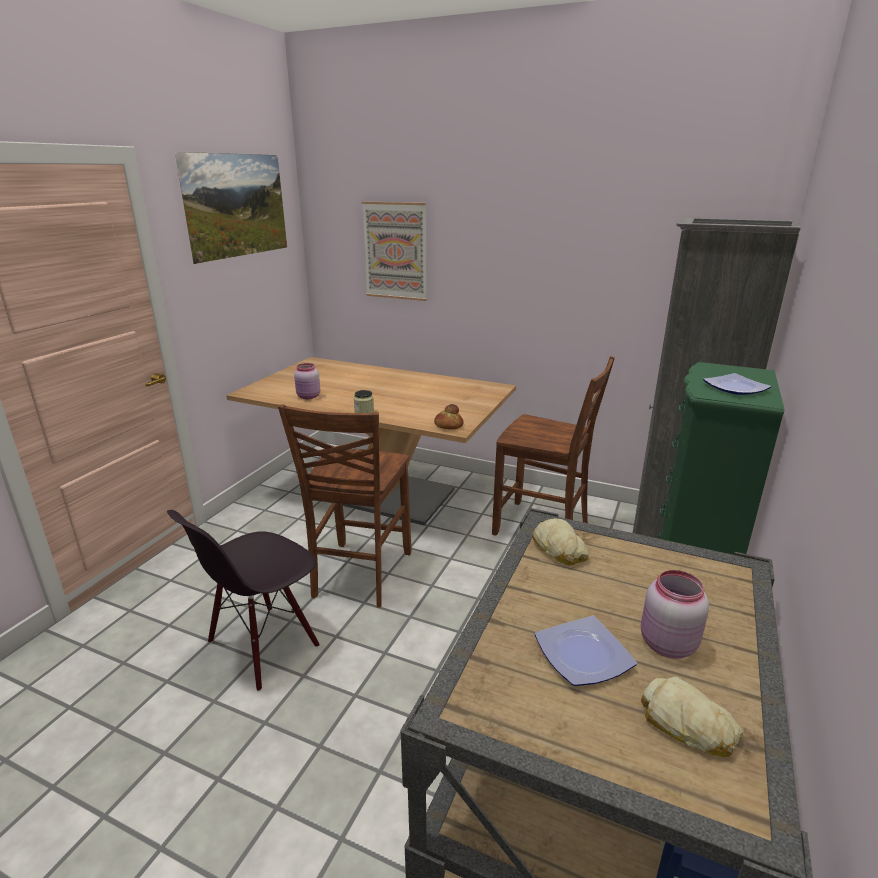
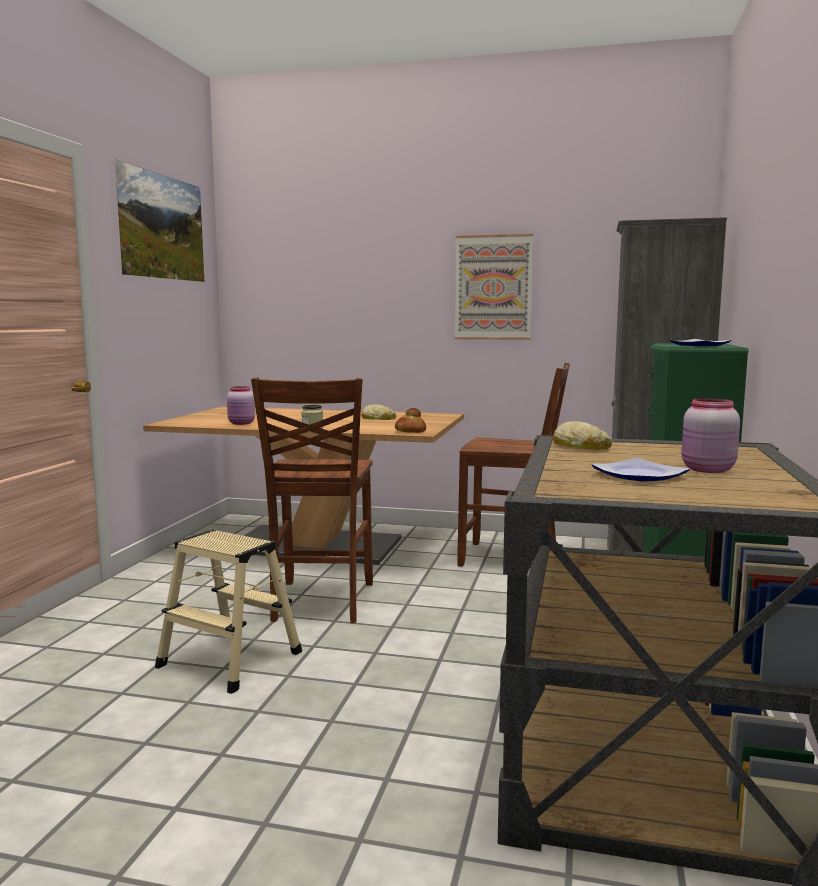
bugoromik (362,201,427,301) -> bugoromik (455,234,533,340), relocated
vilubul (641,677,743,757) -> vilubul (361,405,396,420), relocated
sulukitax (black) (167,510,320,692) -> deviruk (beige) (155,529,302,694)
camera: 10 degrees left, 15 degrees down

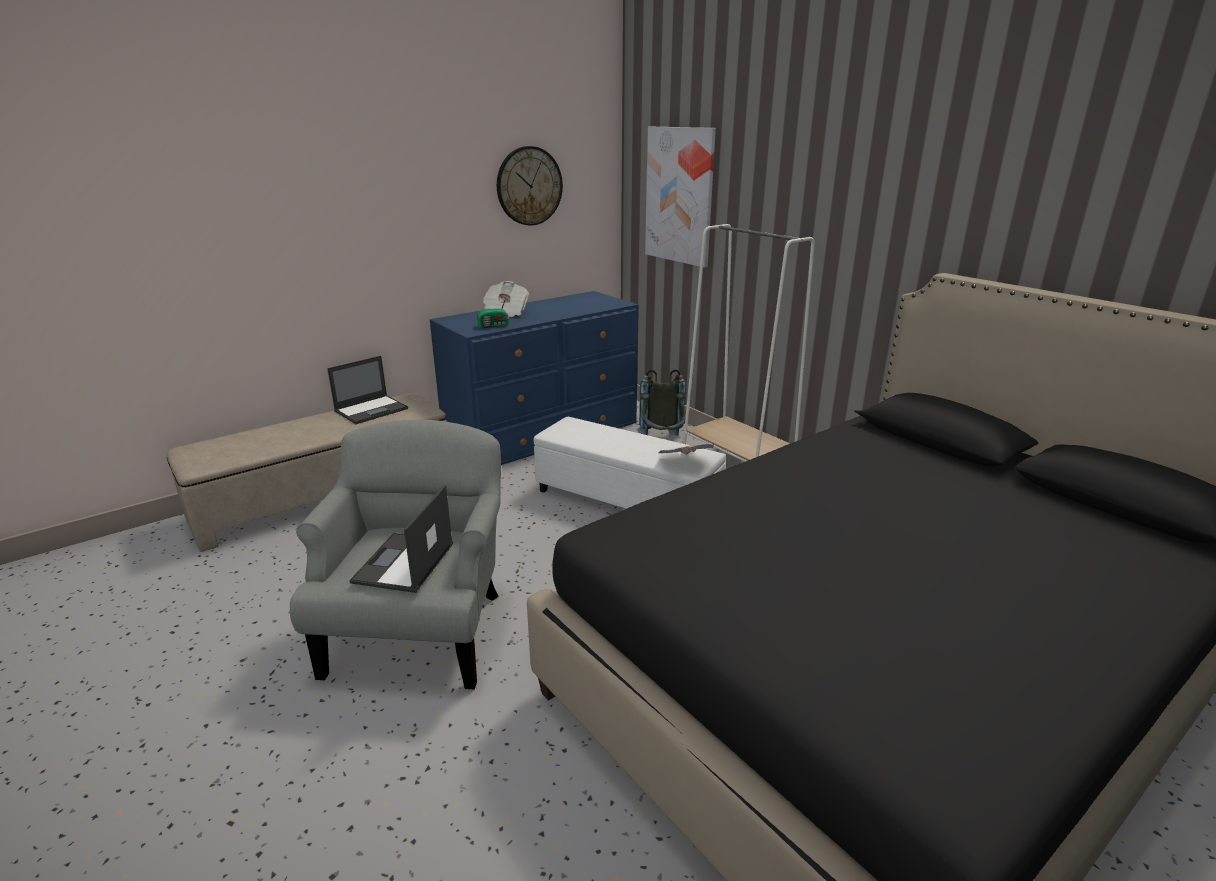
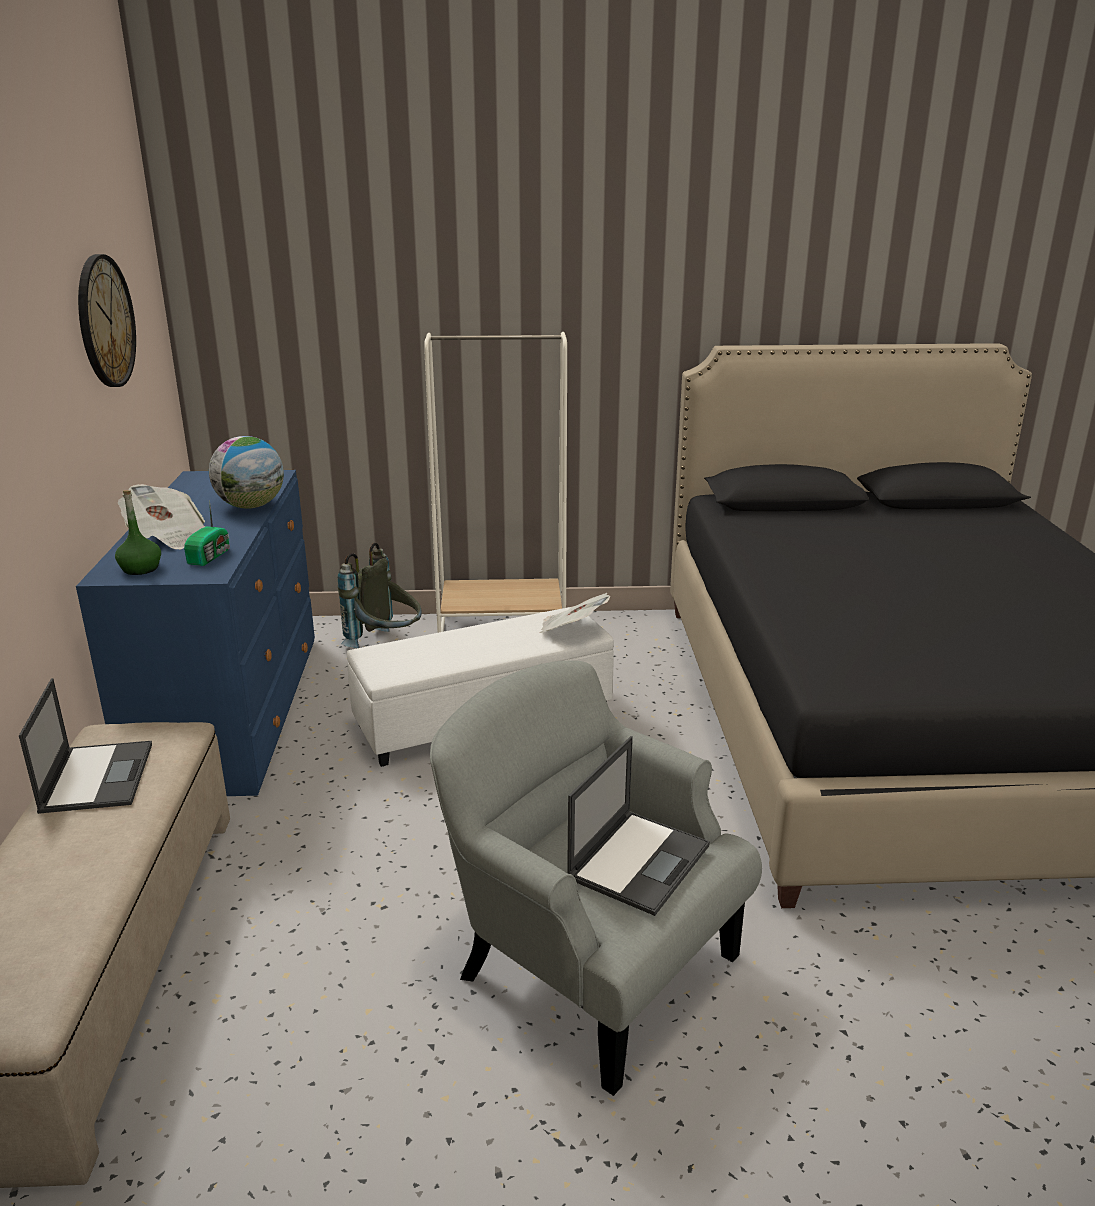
bugoromik (645,127,716,268) -> none
none -> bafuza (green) (115,490,161,575)
none -> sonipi (209,436,284,509)
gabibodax (349,485,453,593) -> gabibodax (567,736,710,916), 105 degrees counterclockwise
camera: 55 degrees left, 0 degrees up

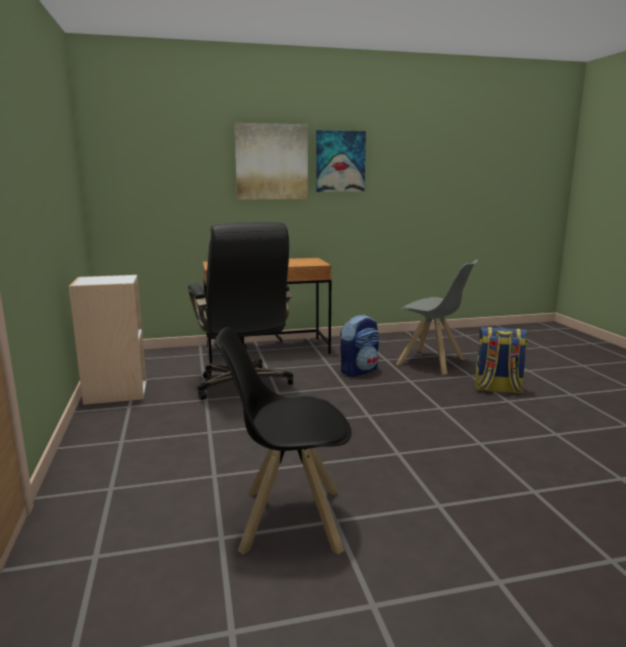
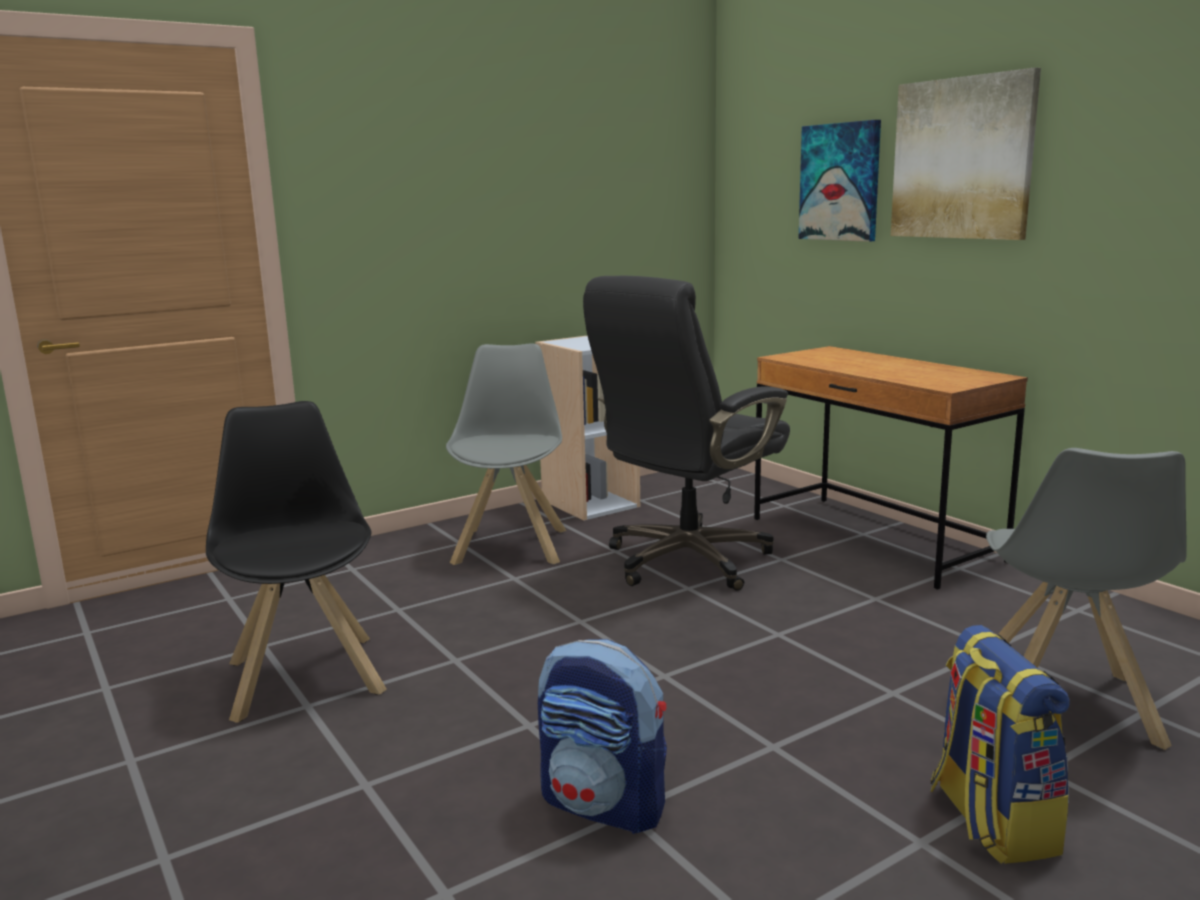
none -> sulukitax (grey) (446,343,566,565)
bugoromik (316,130,366,192) -> bugoromik (799,120,881,242), relocated
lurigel (340,315,380,377) -> lurigel (538,639,667,834), relocated
camera: 70 degrees right, 0 degrees up

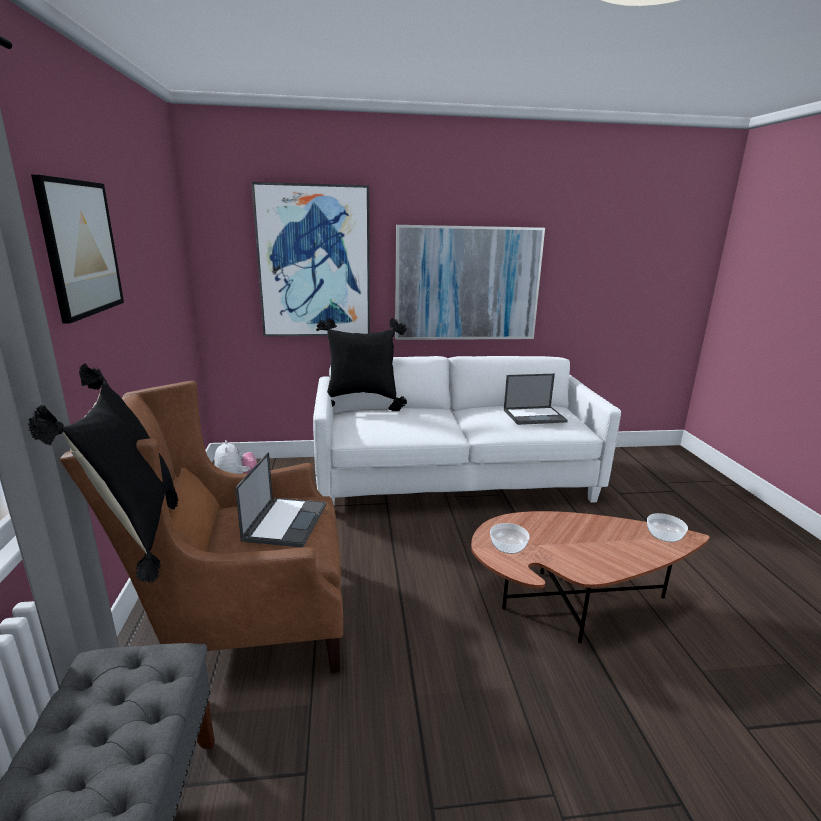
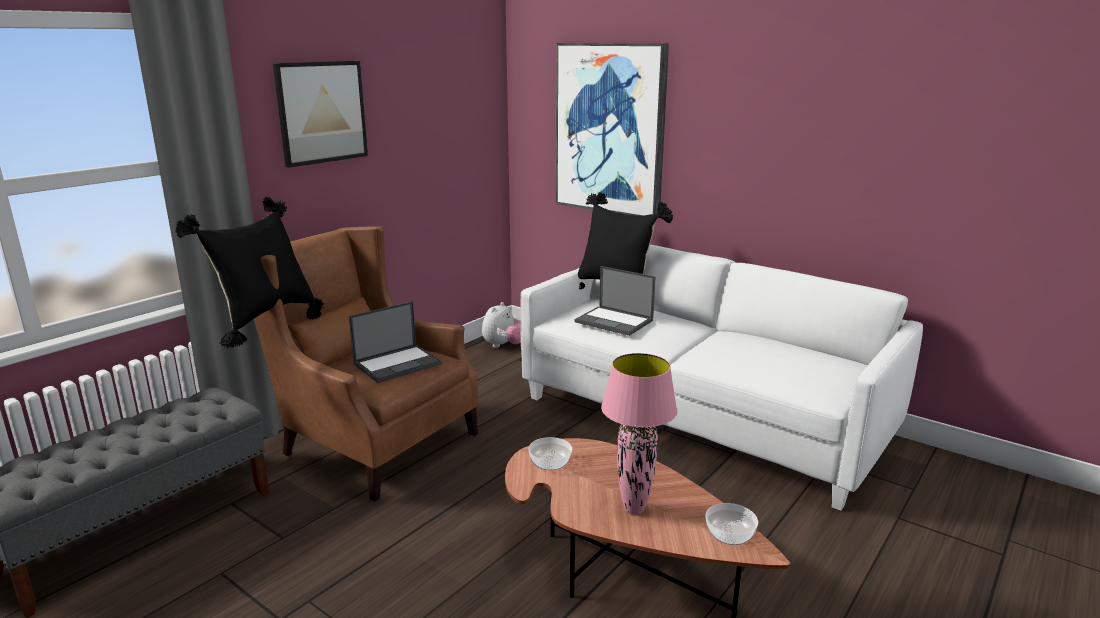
bugoromik (395,225,545,340) -> none
none -> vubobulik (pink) (601,353,678,515)
gabibodax (504,374,568,425) -> gabibodax (575,266,656,336), relocated
camera: 45 degrees right, 0 degrees up

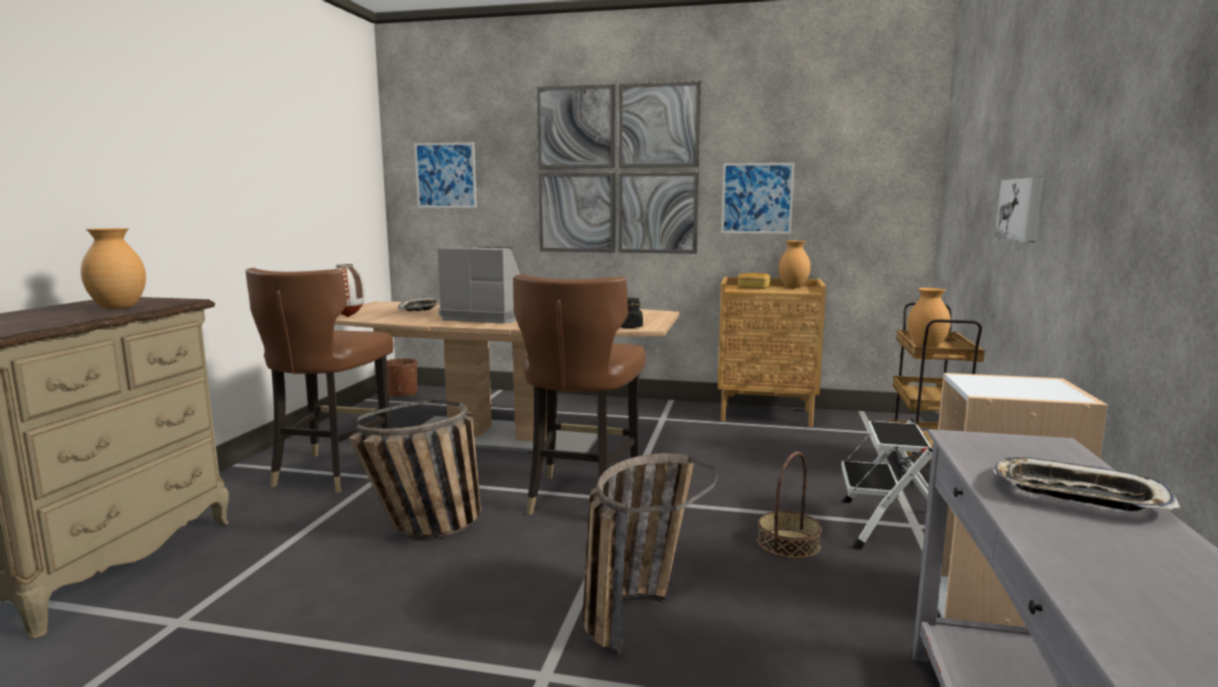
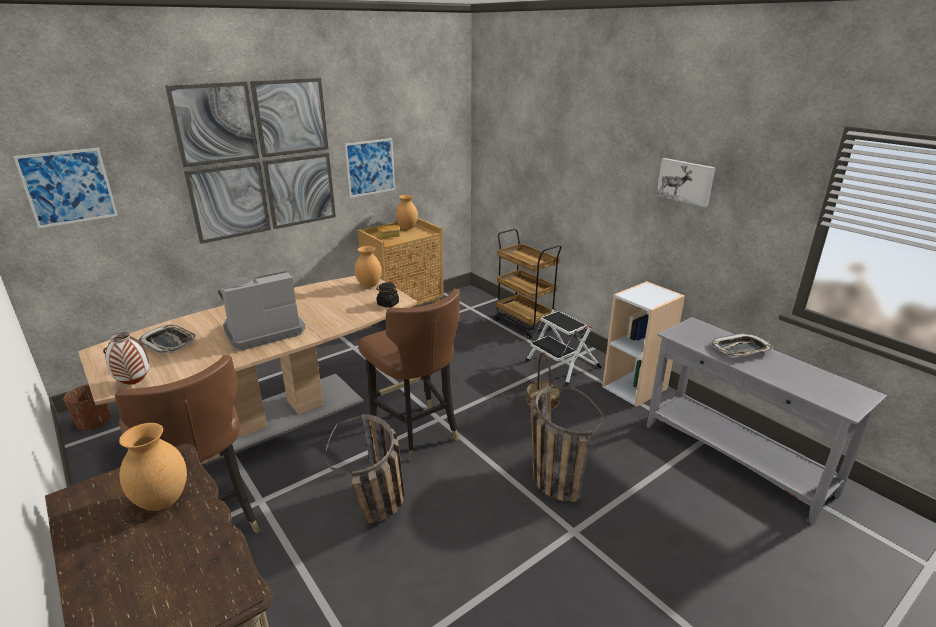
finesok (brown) (907,288,951,348) -> finesok (brown) (355,246,382,288), relocated
bugoromik (995,177,1043,243) -> bugoromik (656,158,716,207), relocated
camera: 50 degrees left, 15 degrees up

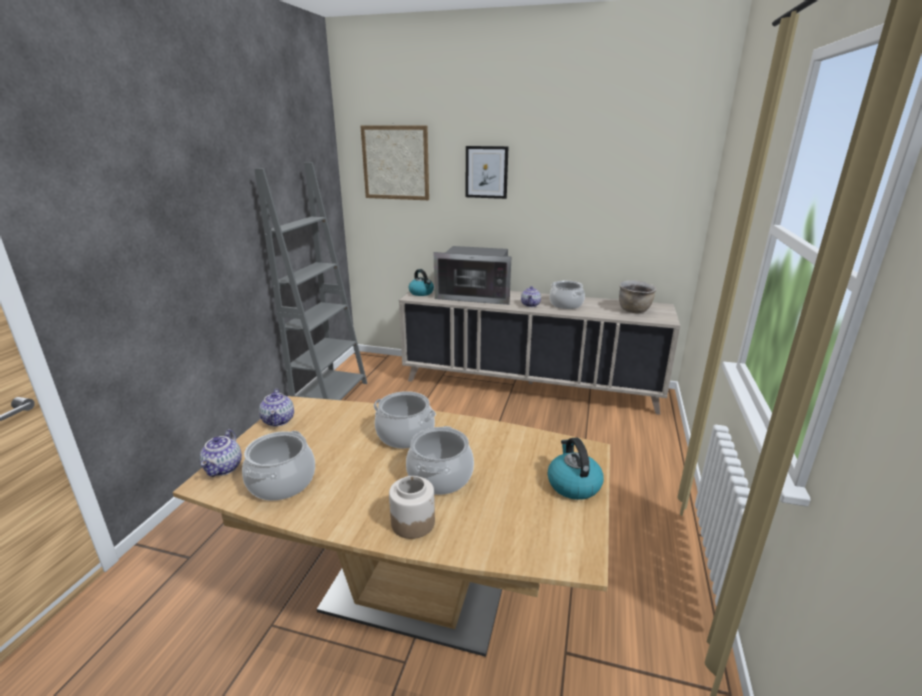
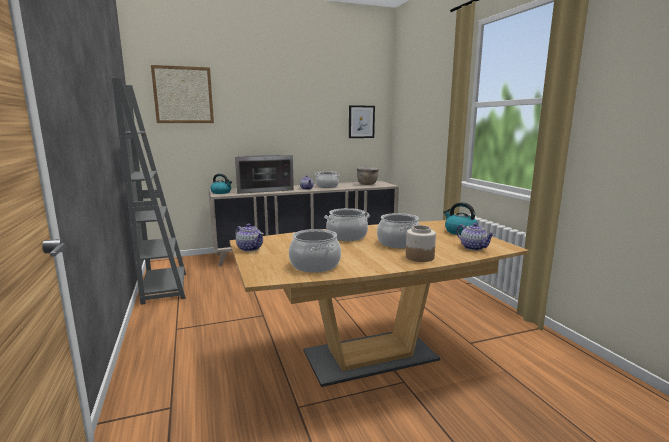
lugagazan (200,429,242,477) -> lugagazan (457,223,495,251), relocated
bugoromik (466,146,509,199) -> bugoromik (349,105,375,138), relocated
camera: 35 degrees left, 10 degrees down

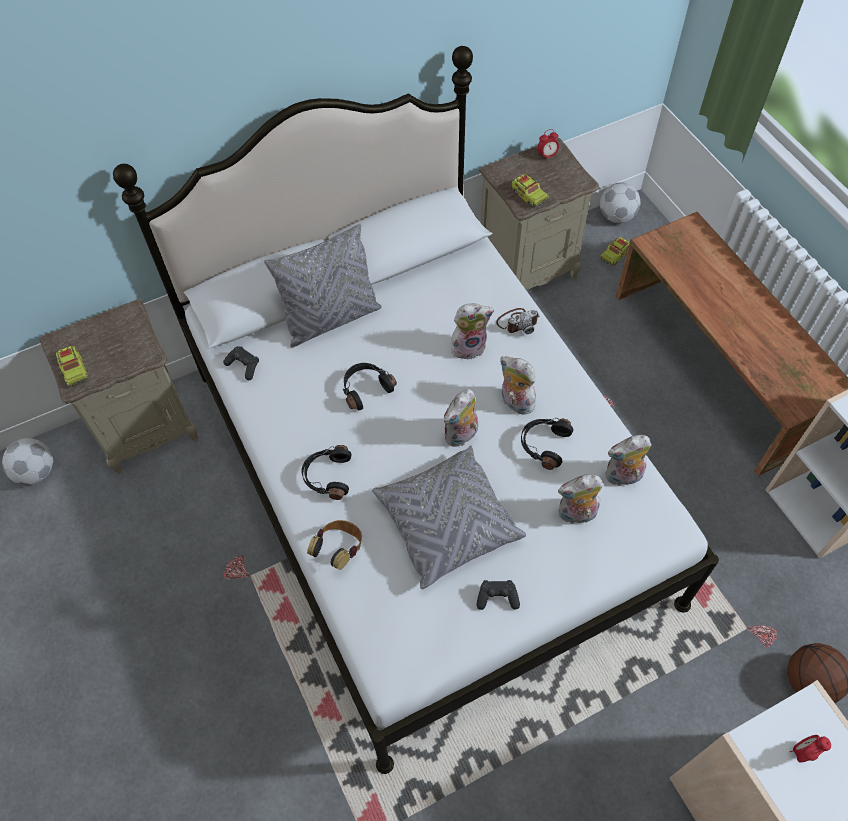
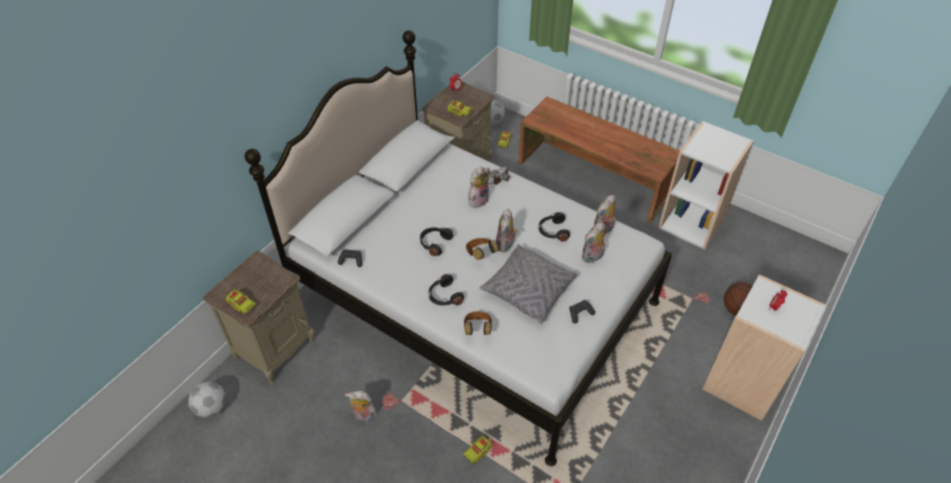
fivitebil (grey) (264,224,382,347) -> none
none -> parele (462,436,493,465)
none -> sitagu (466,238,498,260)
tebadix (500,356,539,415) -> tebadix (345,390,377,422), relocated
camera: 30 degrees left, 10 degrees down

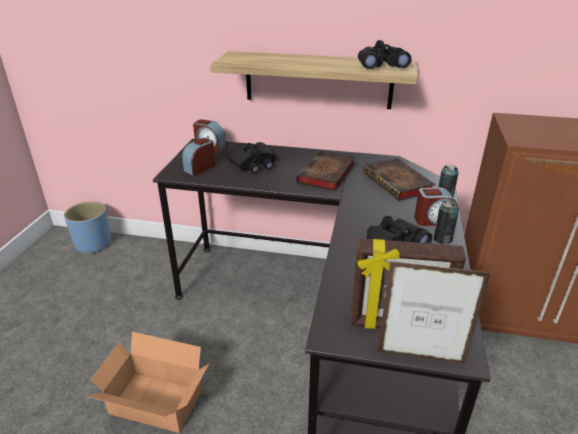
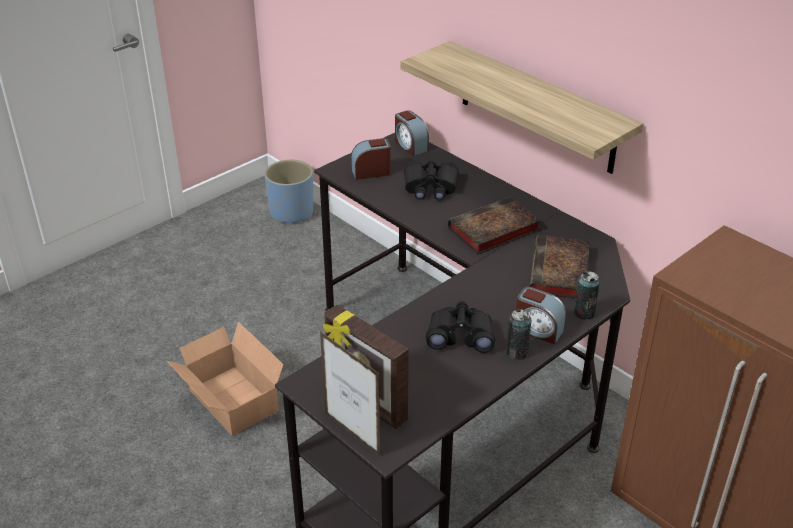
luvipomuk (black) (358,40,412,69) -> none
camera: 35 degrees right, 5 degrees up

